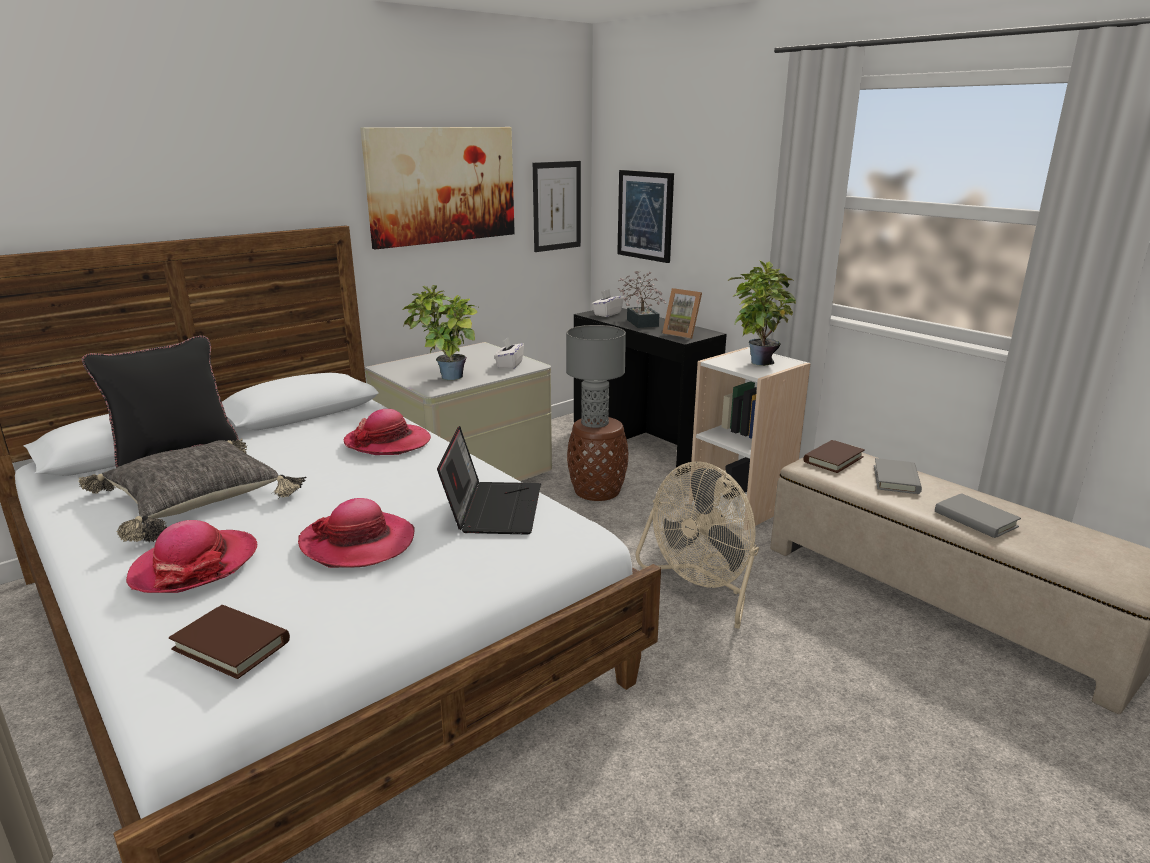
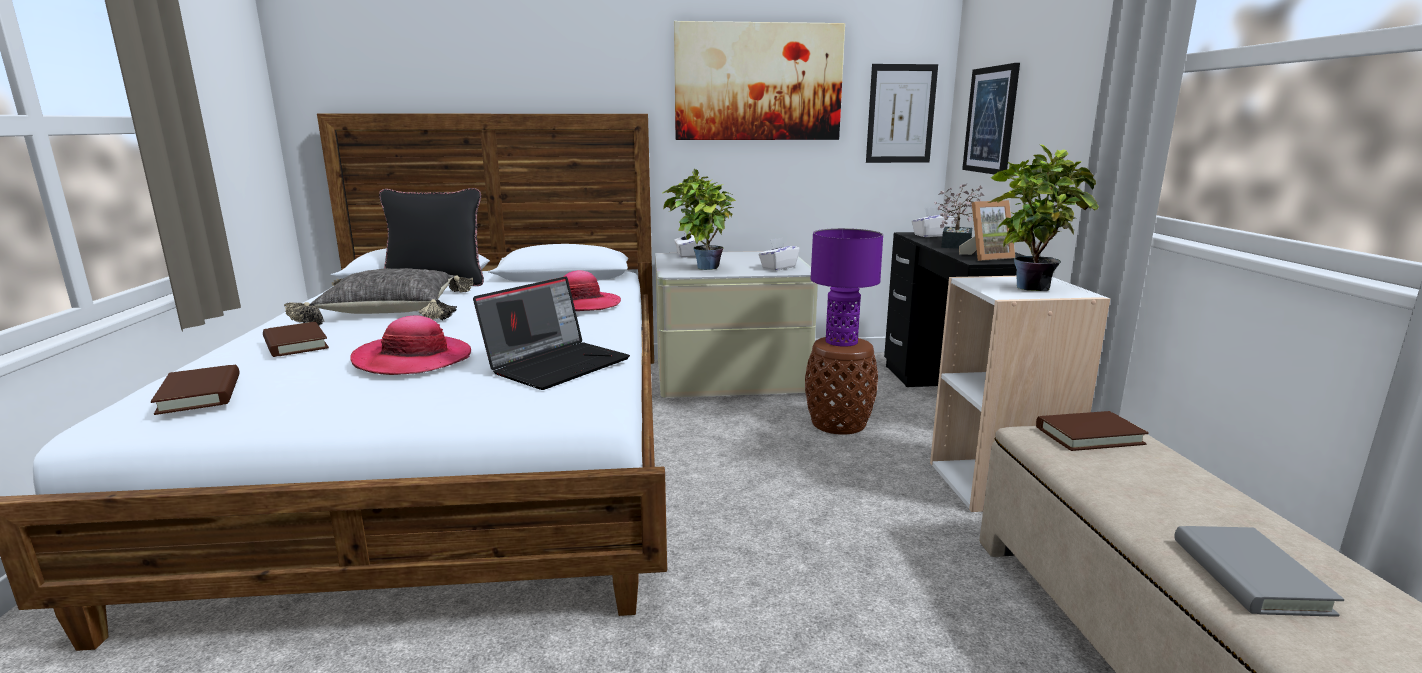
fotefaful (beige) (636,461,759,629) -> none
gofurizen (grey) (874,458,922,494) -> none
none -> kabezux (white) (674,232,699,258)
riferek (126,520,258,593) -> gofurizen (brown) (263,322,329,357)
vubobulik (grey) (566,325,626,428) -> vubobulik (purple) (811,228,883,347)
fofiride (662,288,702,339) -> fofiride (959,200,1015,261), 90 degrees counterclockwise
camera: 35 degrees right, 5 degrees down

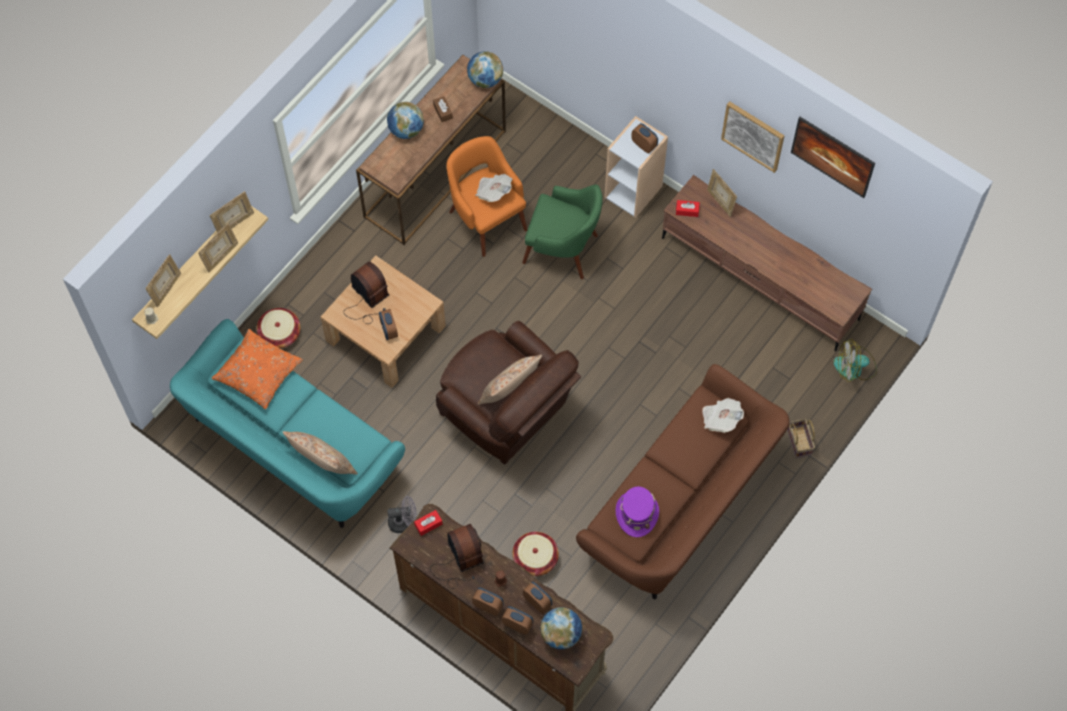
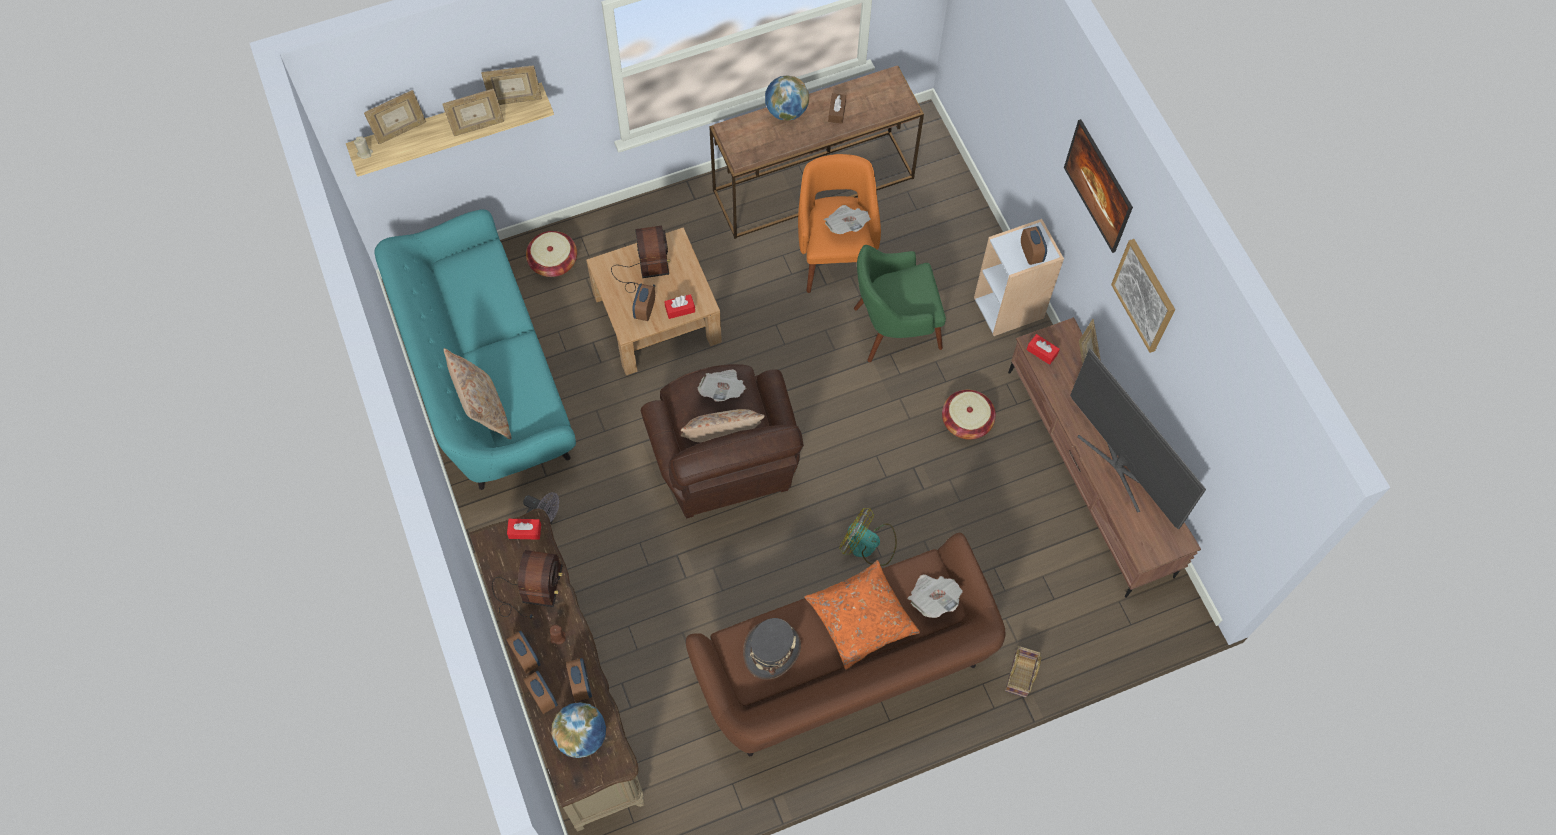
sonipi (467,51,503,88) -> none
none -> kabezux (red) (664,294,695,319)
none -> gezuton (698,369,746,401)
none -> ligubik (1070,349,1206,529)
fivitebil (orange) (211,329,303,410) -> fivitebil (orange) (804,560,920,670), relocated
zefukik (512,532,559,576) -> zefukik (942,390,996,440), relocated
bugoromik (791,117,875,198) -> bugoromik (1064,119,1133,253), relocated
fotefaful (834,339,877,382) -> fotefaful (839,508,897,566), relocated
riferek (purple) (616,486,659,537) -> riferek (grey) (743,618,801,680)
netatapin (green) (522,185,603,279) -> netatapin (green) (854,245,946,362), 120 degrees clockwise
camera: 30 degrees right, 0 degrees up

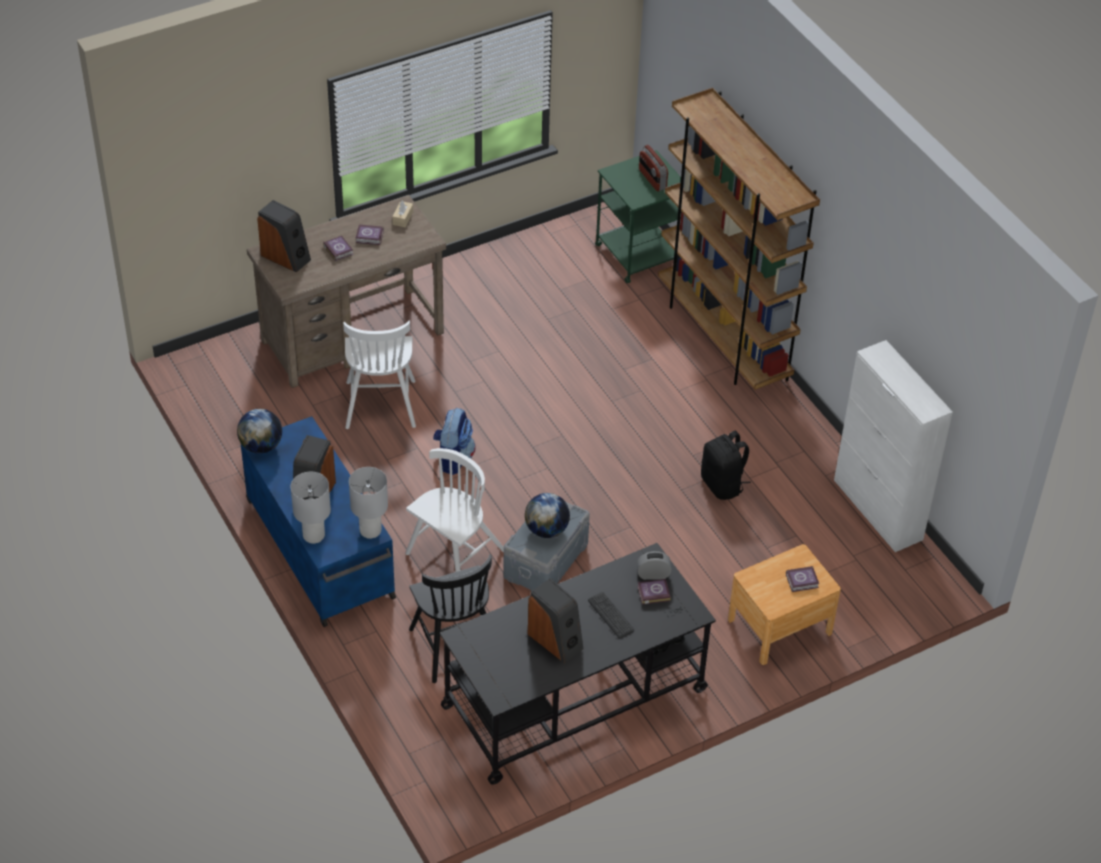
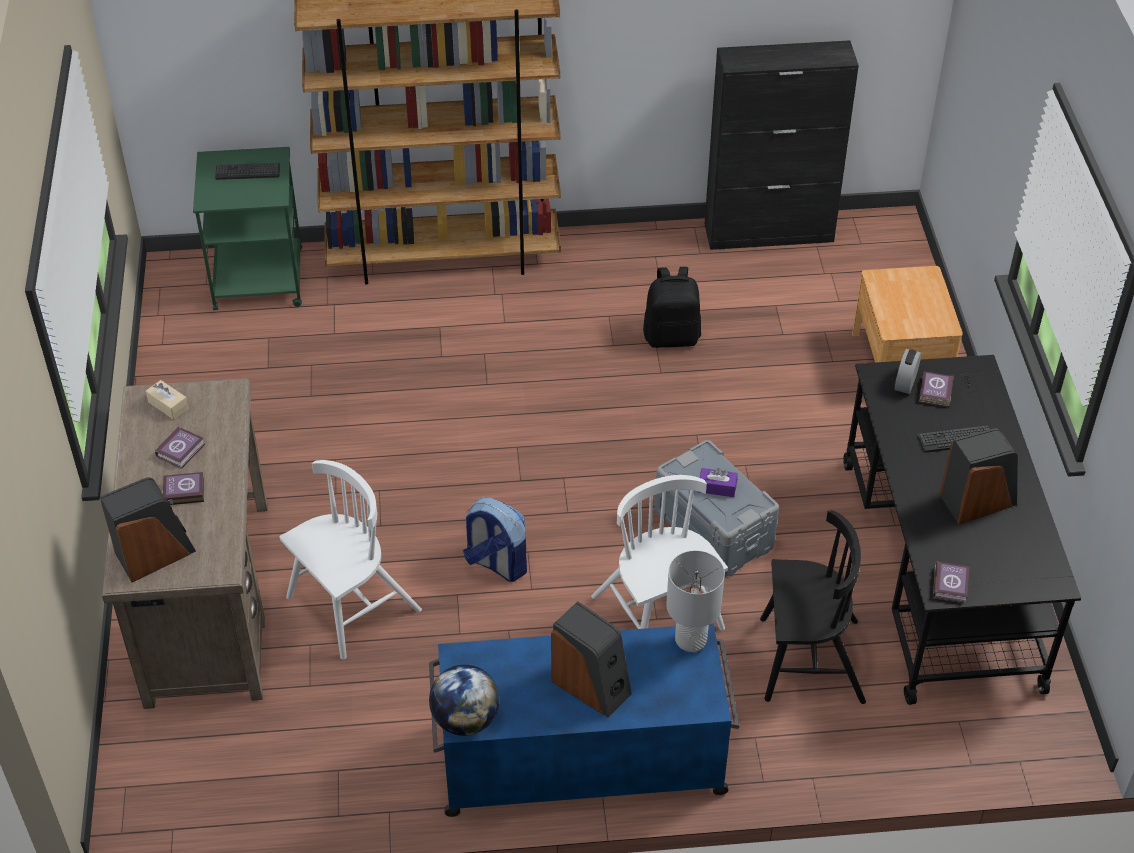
vubobulik (grey) (291,472,331,544) -> none
gofurizen (786,566,819,592) -> gofurizen (933,561,969,603), relocated
sonipi (525,493,570,538) -> kabezux (purple) (698,468,738,497)
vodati (639,145,668,192) -> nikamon (215,163,280,180)
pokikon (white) (834,340,953,552) -> pokikon (black) (705,40,859,250)
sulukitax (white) (343,320,416,429) -> sulukitax (white) (279,460,422,659), 60 degrees counterclockwise
camera: 65 degrees left, 0 degrees up

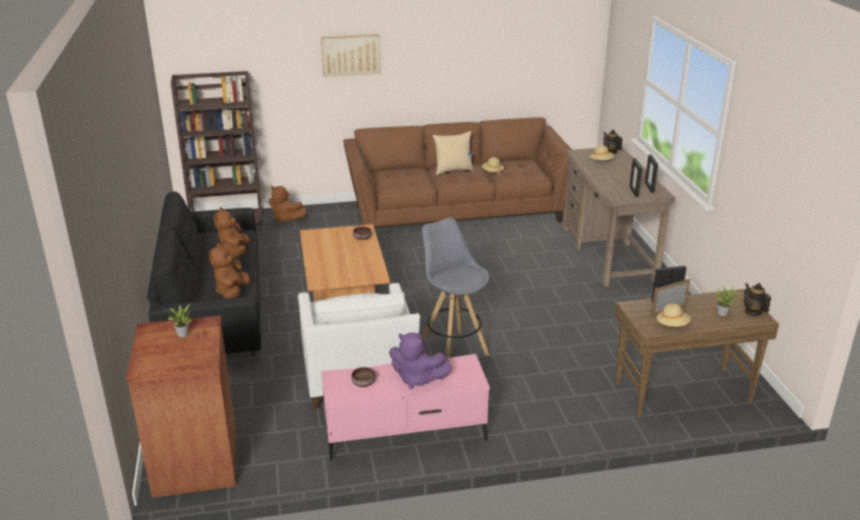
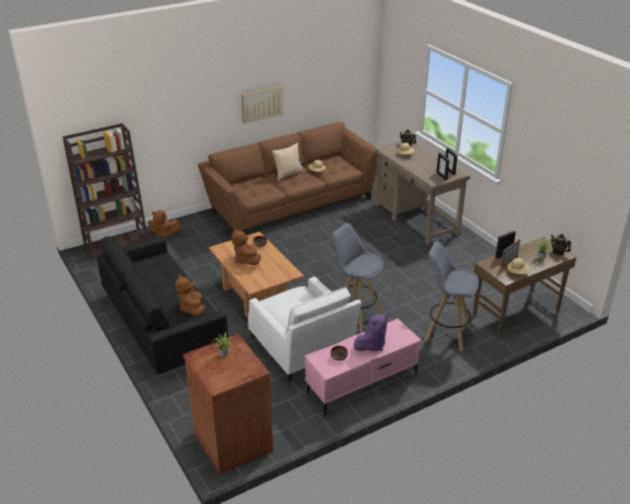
none -> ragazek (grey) (424,242,479,351)
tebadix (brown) (214,207,250,258) -> tebadix (brown) (232,228,261,265), relocated
bugoromik (321,35,381,77) -> bugoromik (241,86,283,124), relocated
tebadix (purple) (389,333,452,389) -> tebadix (purple) (354,314,388,352), 45 degrees counterclockwise
camera: 20 degrees left, 5 degrees up

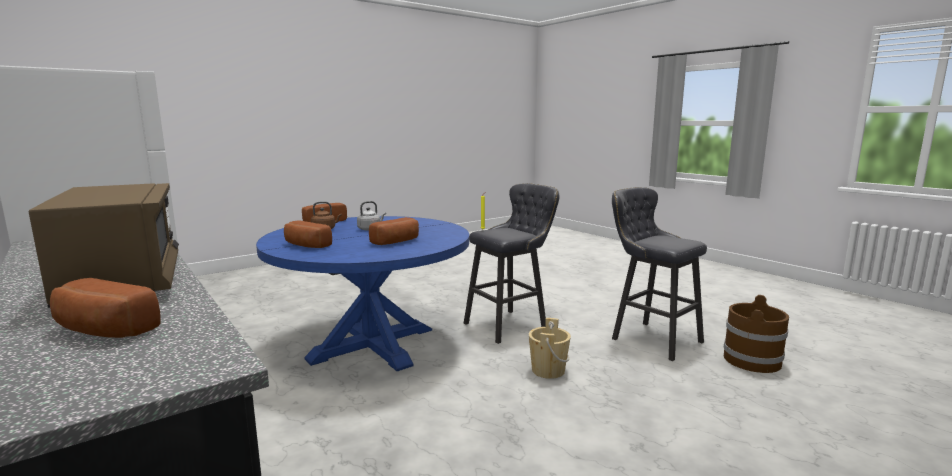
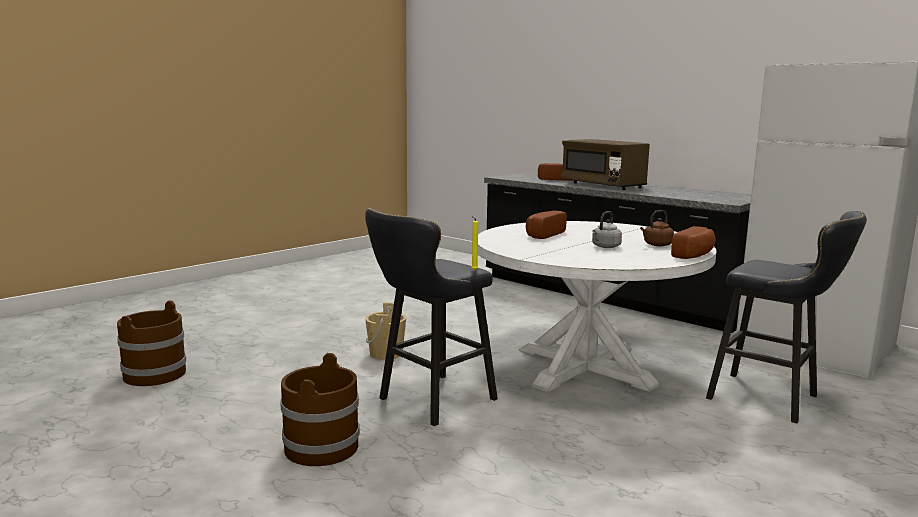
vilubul (284,221,332,248) -> none
none -> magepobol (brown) (280,353,359,466)
ragazek (black) (612,187,707,361) -> ragazek (black) (706,211,867,423), relocated
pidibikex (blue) (256,216,469,371) -> pidibikex (white) (478,221,717,393)
camera: 170 degrees right, 0 degrees up

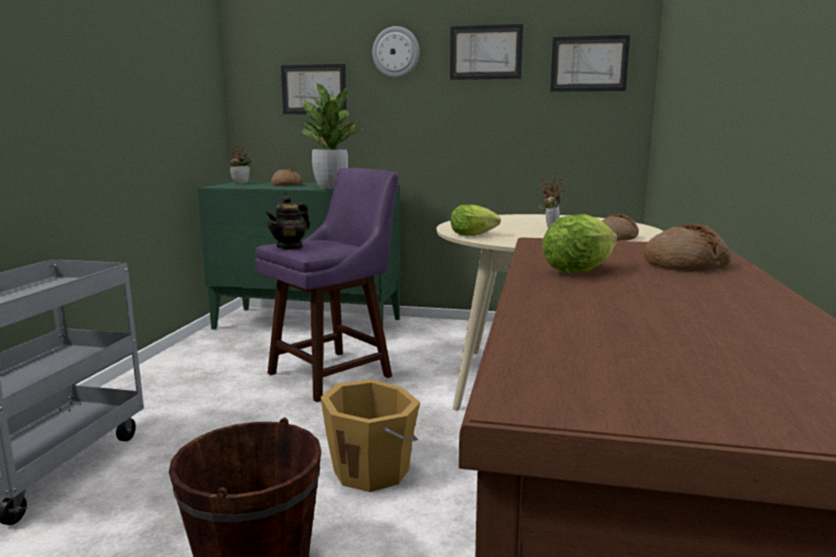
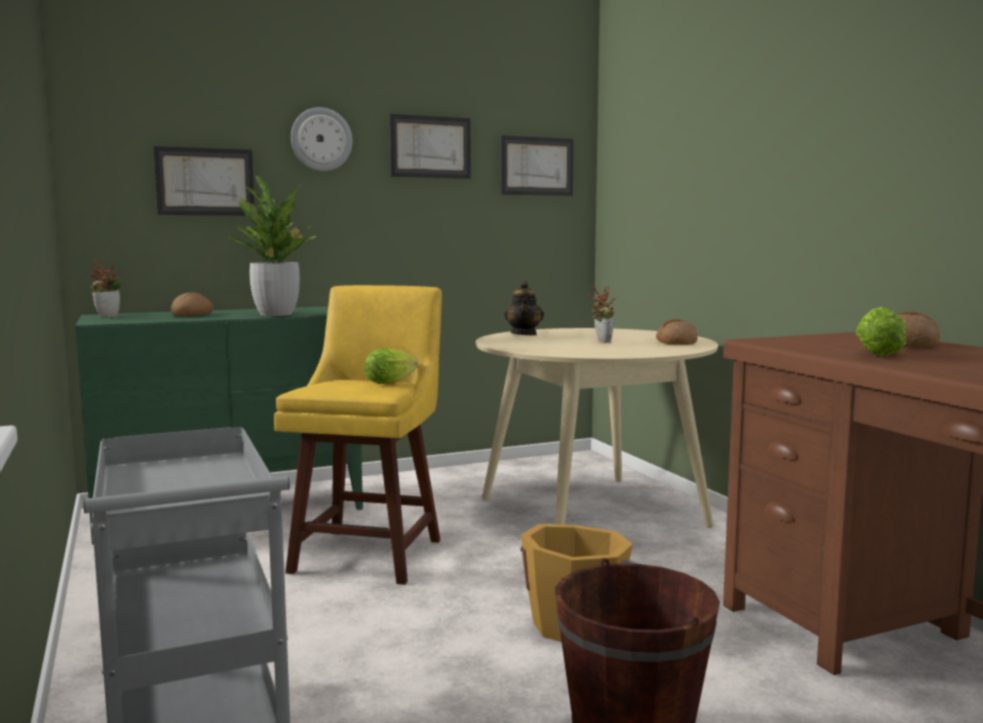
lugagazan (265,195,310,250) -> lugagazan (504,281,544,335), relocated
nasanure (451,204,501,236) -> nasanure (365,348,418,384), relocated
ragazek (purple) (255,168,399,402) -> ragazek (yellow) (274,285,442,585)
camera: 35 degrees left, 5 degrees down

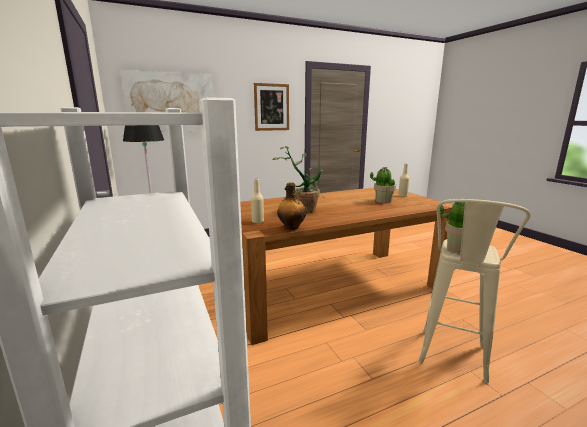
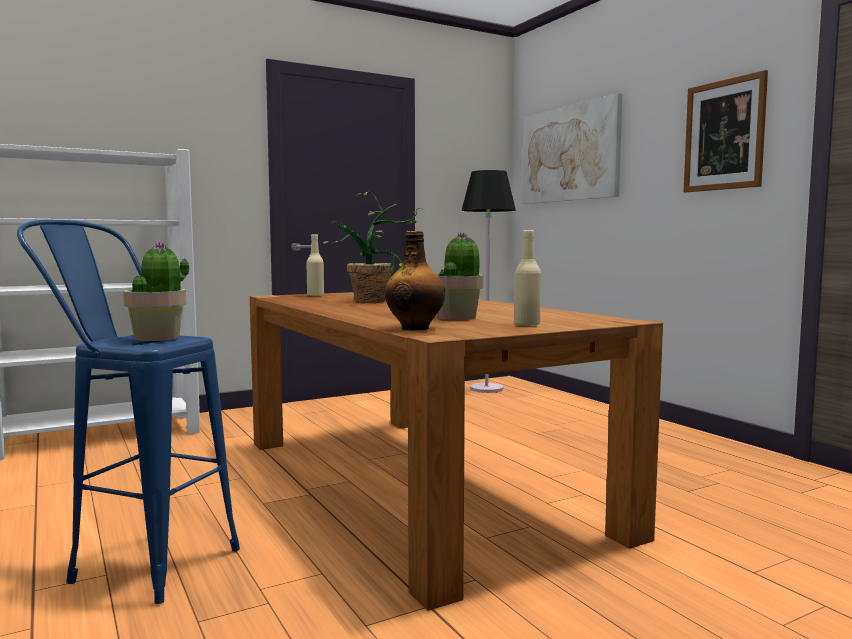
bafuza (277,182,306,230) -> bafuza (385,231,445,330), relocated
ragazek (beige) (418,199,531,383) -> ragazek (blue) (17,219,240,604)
camera: 85 degrees right, 10 degrees down

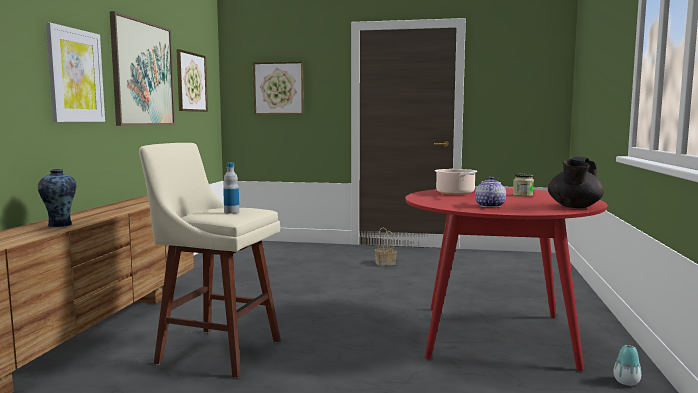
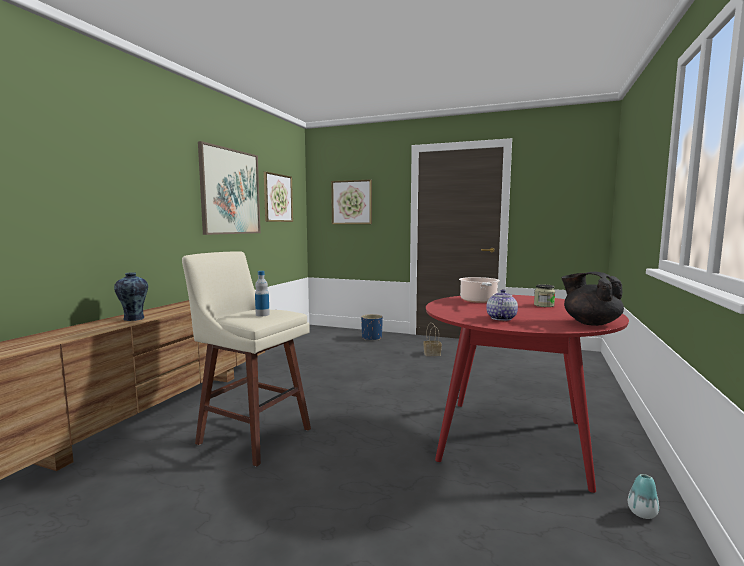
bugoromik (46,23,105,122) -> none
none -> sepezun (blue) (361,314,383,340)
lugagazan (black) (548,156,604,208) -> lugagazan (black) (561,272,624,326), 105 degrees clockwise
camera: 10 degrees right, 0 degrees up

